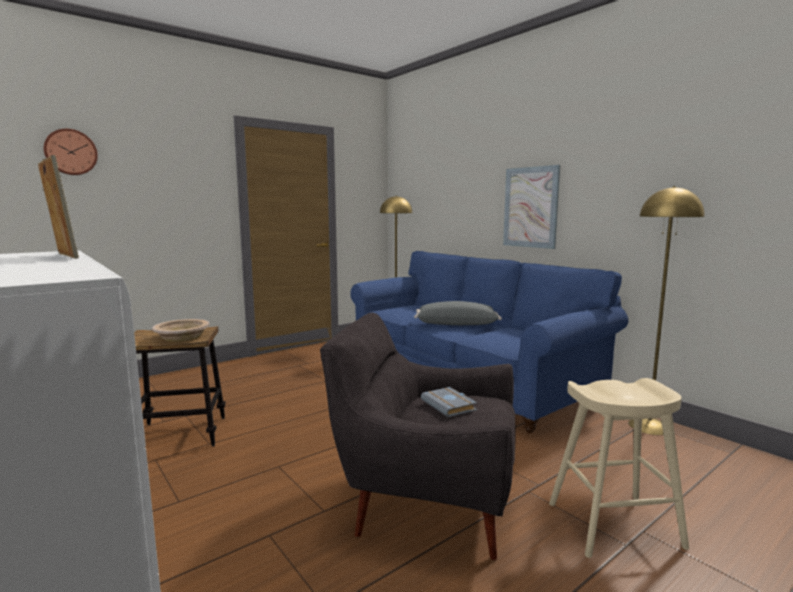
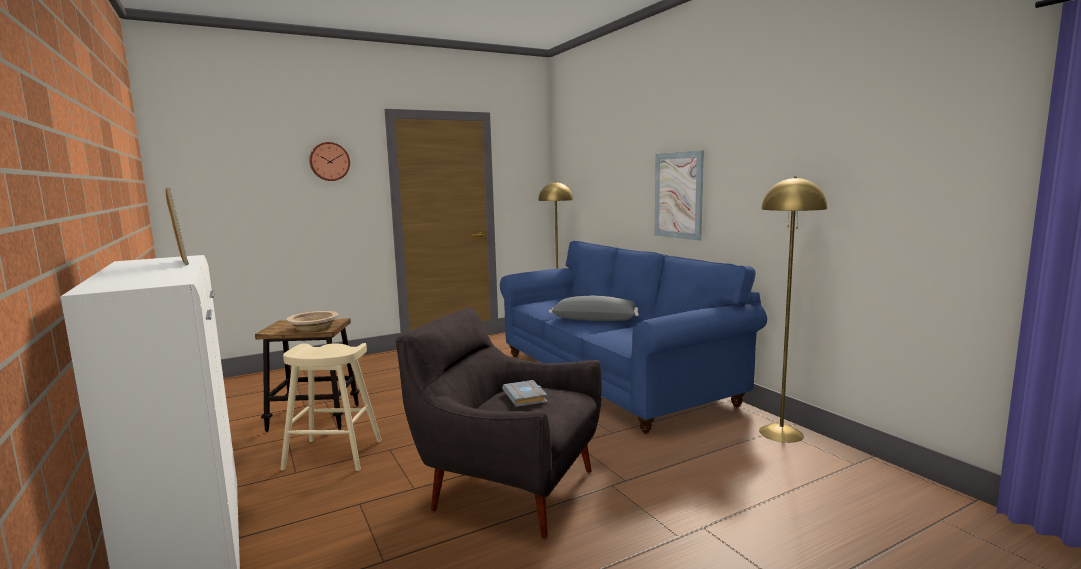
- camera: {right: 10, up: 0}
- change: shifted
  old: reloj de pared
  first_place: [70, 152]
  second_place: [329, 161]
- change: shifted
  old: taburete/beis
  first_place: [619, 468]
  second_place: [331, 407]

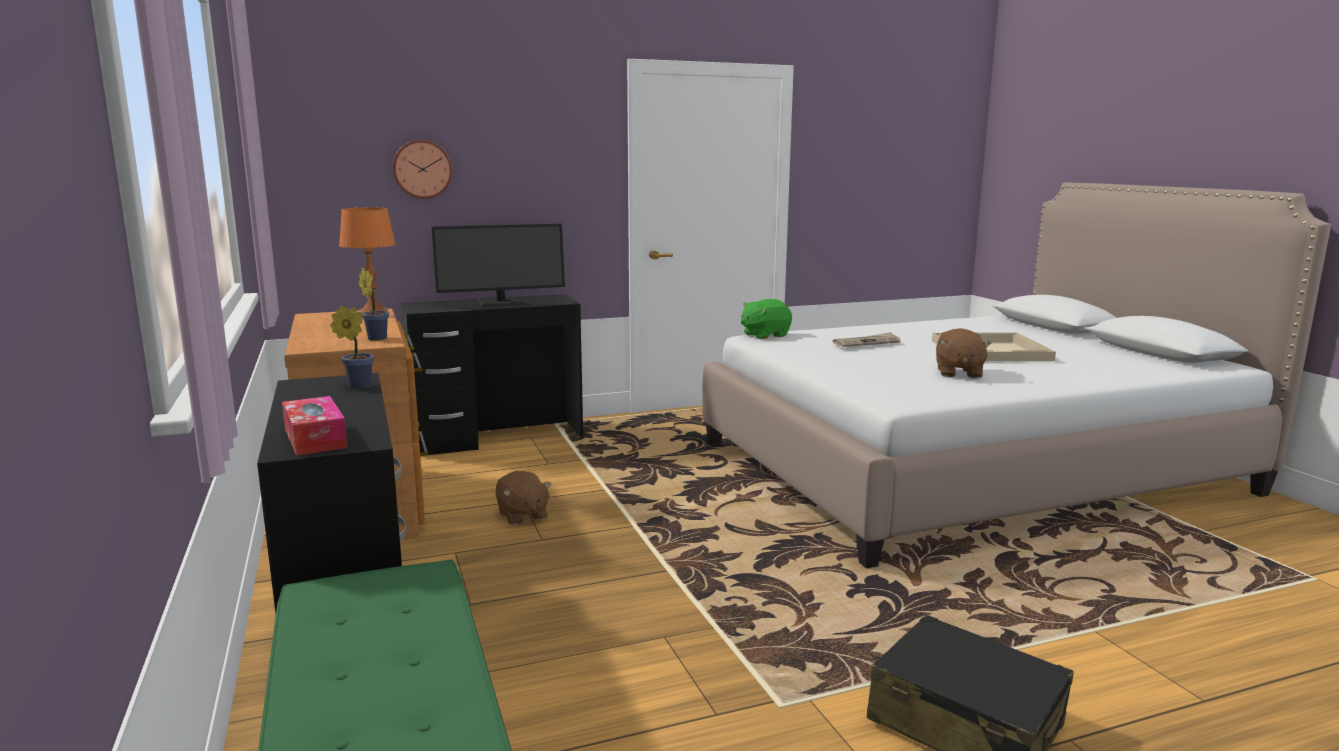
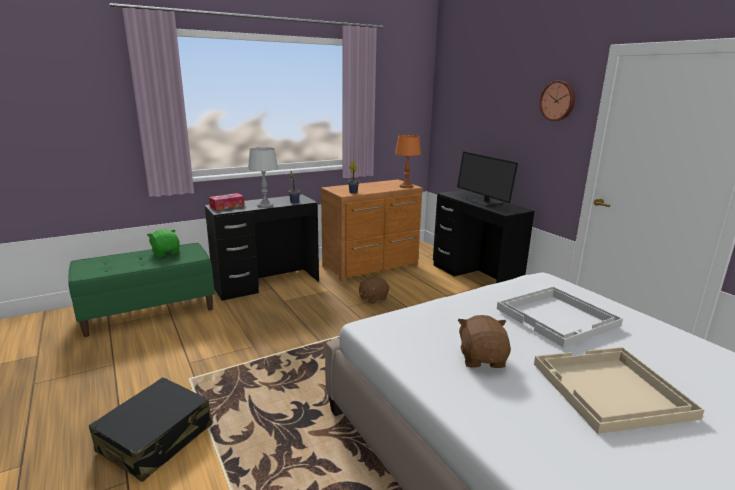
- camera: {right: 80, up: 5}
- change: shifted
  old: reloj de pared
  first_place: [422, 169]
  second_place: [557, 101]
- change: shifted
  old: peluche/verde
  first_place: [766, 319]
  second_place: [163, 243]
- change: swapped
  old: periódico
  new: bandeja/blanco
  first_place: [867, 339]
  second_place: [560, 317]
- change: rotated
  old: peluche/marrón
  first_place: [964, 353]
  second_place: [484, 341]
  degrees: 90
- change: new
  new: lámpara de mesa/gris
  second_place: [263, 177]

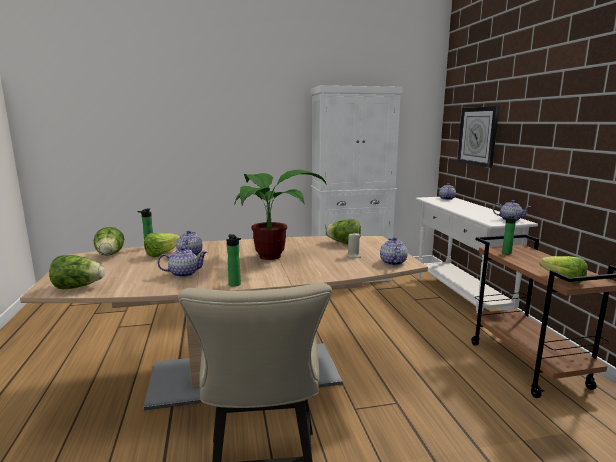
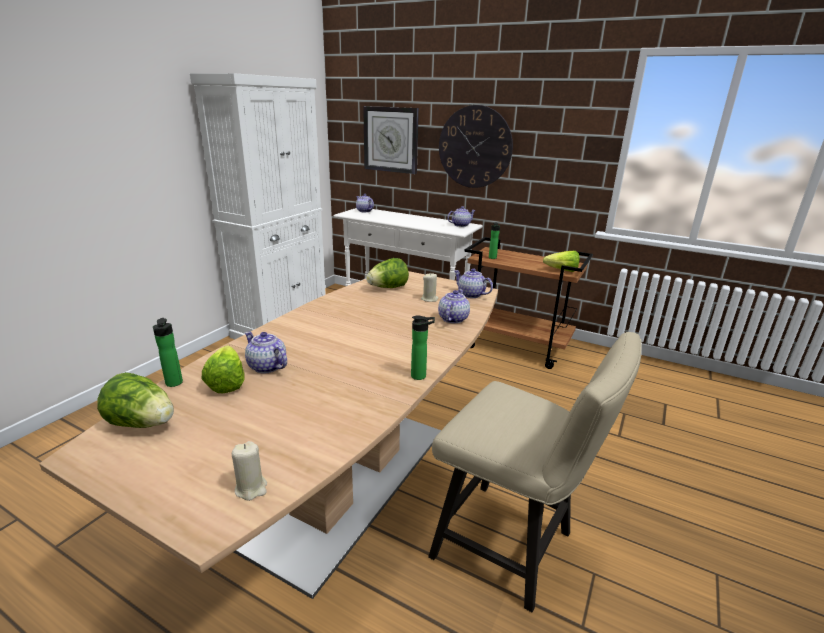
- camera: {right: -50, up: 10}
- change: swapped
  old: lechuga
  new: vela/beis
  first_place: [77, 272]
  second_place: [249, 471]
- change: shifted
  old: tetera
  first_place: [182, 262]
  second_place: [454, 306]
- change: gone
  old: planta en maceta
  first_place: [281, 215]
- change: new
  new: reloj de pared
  second_place: [476, 146]

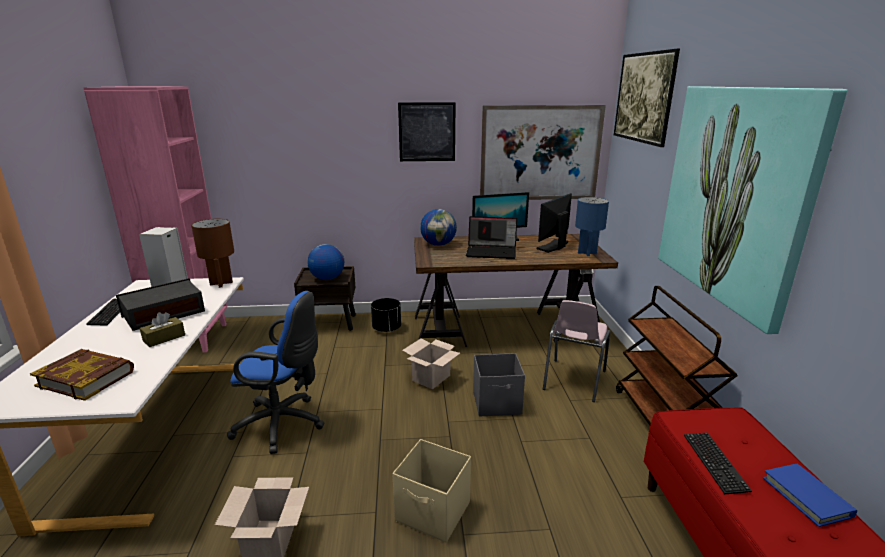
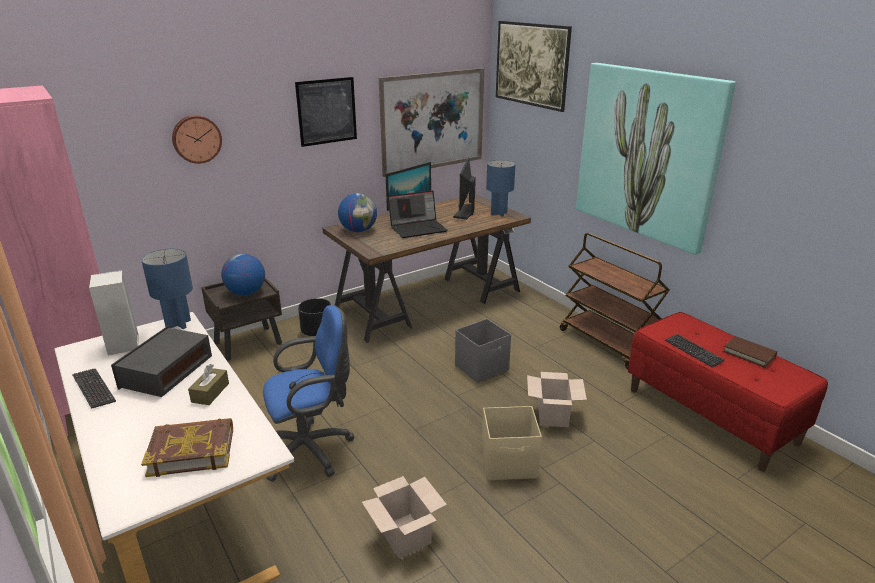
- camera: {right: -30, up: 5}
- change: repainted
  old: lámpara de mesa/marrón
  new: lámpara de mesa/azul
  first_place: [212, 253]
  second_place: [167, 289]
- change: shifted
  old: caja de cartón
  first_place: [431, 363]
  second_place: [557, 399]
- change: gone
  old: silla/rosa
  first_place: [576, 351]
- change: repainted
  old: libro/azul
  new: libro/marrón
  first_place: [810, 495]
  second_place: [750, 352]
- change: new
  new: reloj de pared
  second_place: [197, 139]

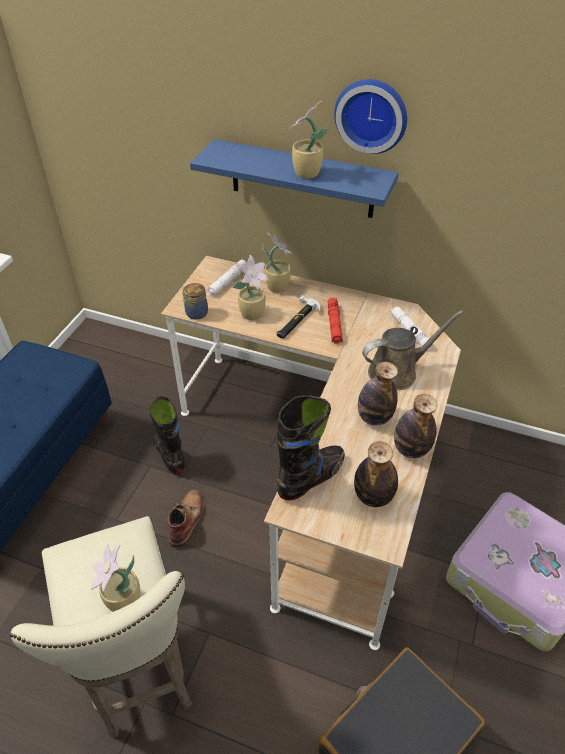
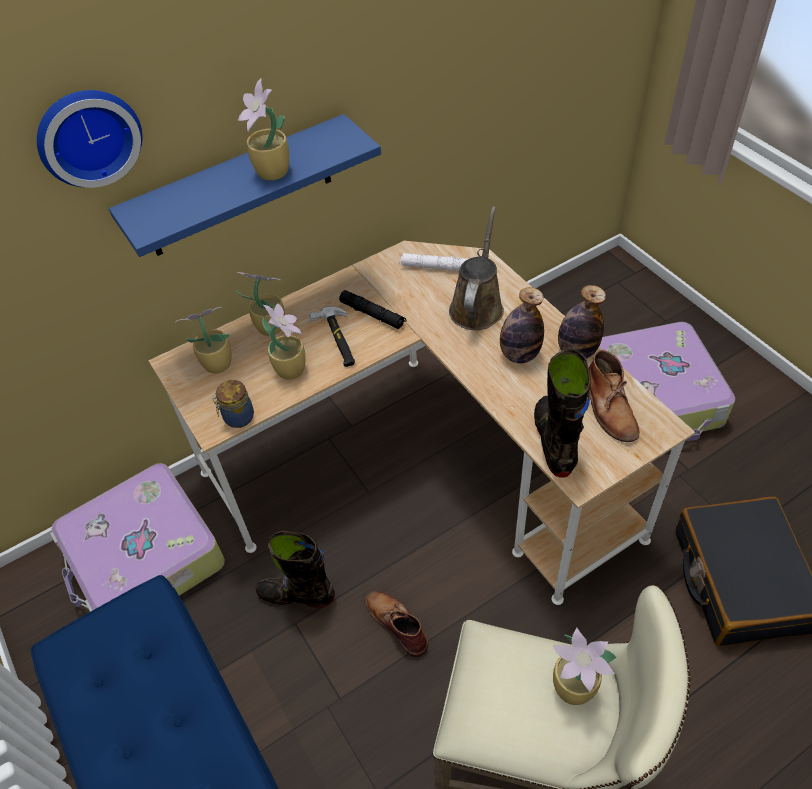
- camera: {right: -50, up: 5}
- change: swapped
  old: linterna/blanco
  new: planta en maceta
  first_place: [226, 278]
  second_place: [203, 340]
- change: repainted
  old: linterna/rojo
  new: linterna/negro
  first_place: [335, 320]
  second_place: [372, 309]
- change: shifted
  old: reloj de pared
  first_place: [370, 116]
  second_place: [89, 139]
- change: swapped
  old: botella
  new: bota/marrón
  first_place: [376, 474]
  second_place: [614, 396]
- change: new
  new: maleta
  second_place: [137, 537]

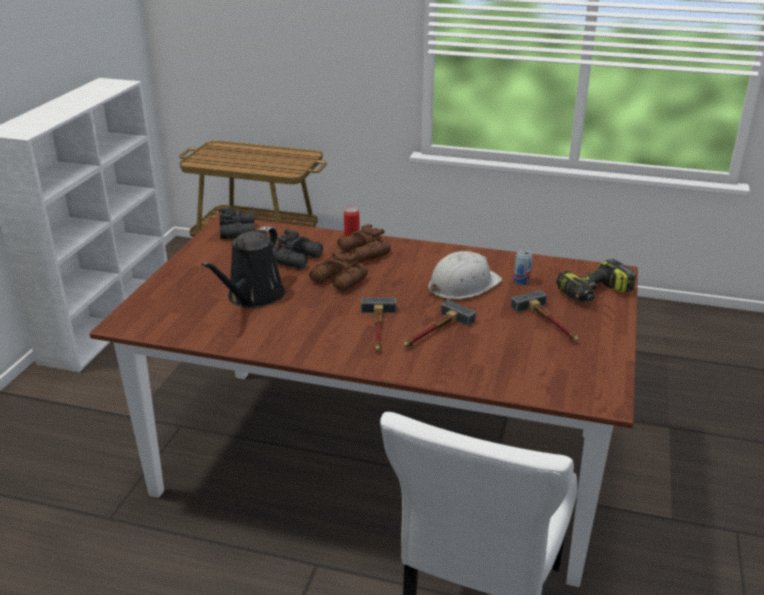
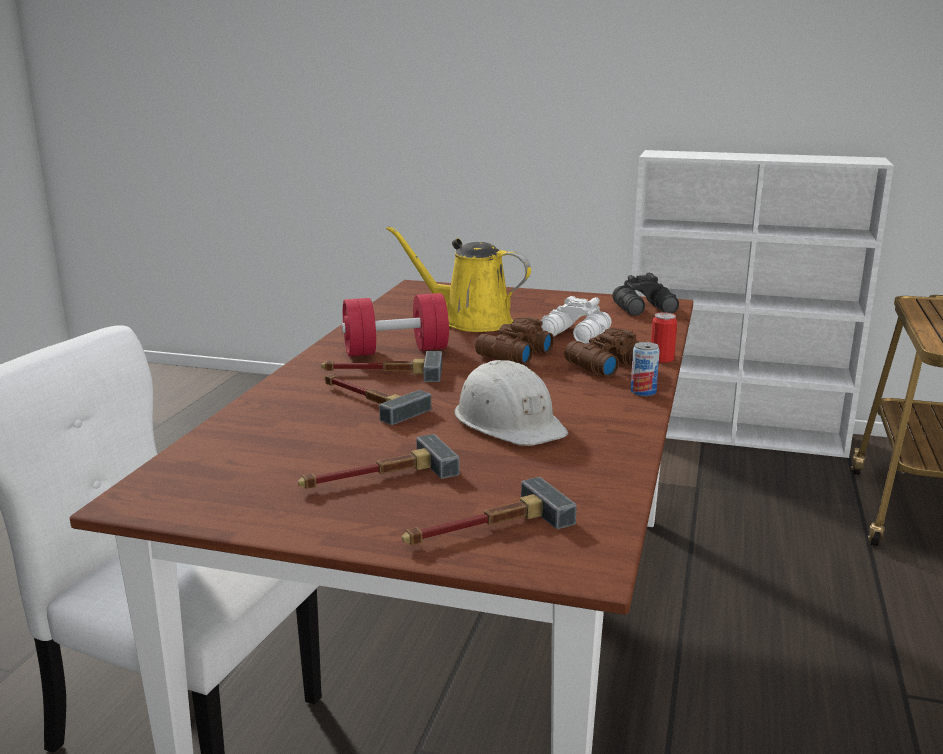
- camera: {right: 90, up: -10}
- change: repainted
  old: regadera/negro
  new: regadera/amarillo
  first_place: [243, 267]
  second_place: [458, 279]
- change: repainted
  old: prismáticos/negro
  new: prismáticos/blanco
  first_place: [298, 249]
  second_place: [576, 320]
- change: shifted
  old: lata
  first_place: [523, 267]
  second_place: [645, 369]
- change: swapped
  old: taladro
  new: martillo
  first_place: [596, 280]
  second_place: [489, 511]
- change: new
  new: mancuerna/rojo
  second_place: [395, 325]

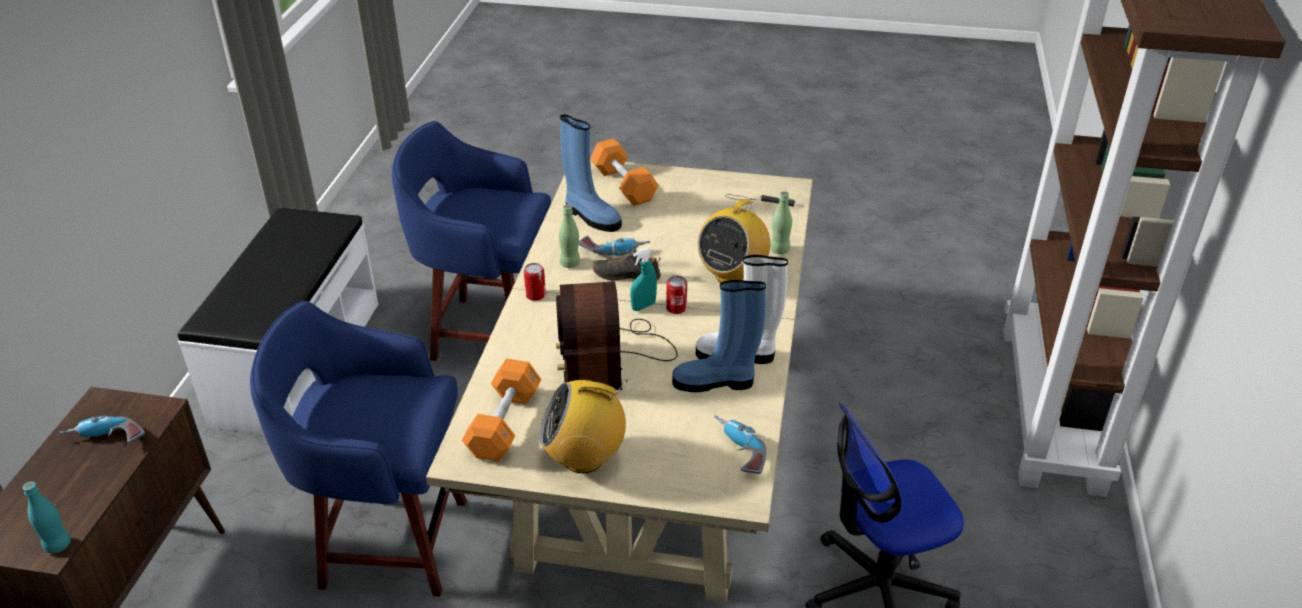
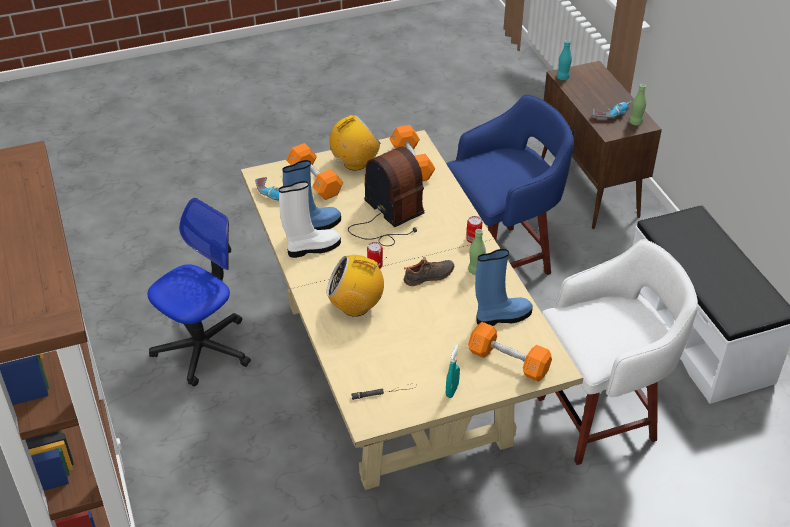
- camera: {right: 150, up: 5}
- change: repainted
  old: taburete/azul
  new: taburete/blanco
  first_place: [471, 241]
  second_place: [617, 352]
- change: rotated
  old: bota/azul
  first_place: [591, 173]
  second_place: [504, 287]
  degrees: 150
- change: gone
  old: taladro
  first_place: [614, 246]
- change: shifted
  old: pulverizador/turquesa
  first_place: [643, 279]
  second_place: [453, 371]
- change: rotated
  old: radio
  first_place: [734, 239]
  second_place: [356, 286]
  degrees: -90
- change: shifted
  old: botella/verde
  first_place: [781, 222]
  second_place: [637, 105]
- change: new
  new: mancuerna/naranja
  second_place: [314, 171]

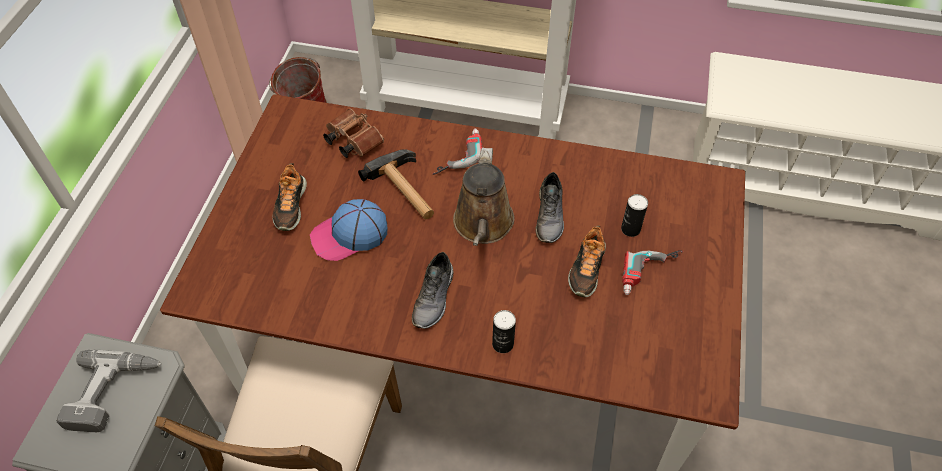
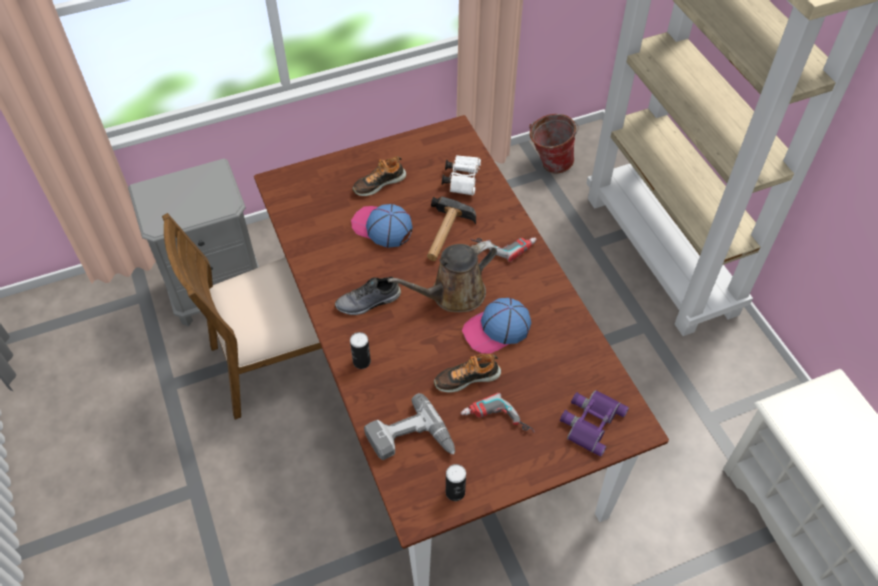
- camera: {right: 55, up: 0}
- change: shifted
  old: taladro
  first_place: [109, 391]
  second_place: [409, 426]
- change: repainted
  old: prismáticos/marrón
  new: prismáticos/blanco
  first_place: [353, 133]
  second_place: [461, 175]
- change: swapped
  old: zapato/gris
  new: gorra
  first_place: [549, 207]
  second_place: [496, 326]
- change: shifted
  old: lata
  first_place: [634, 215]
  second_place: [456, 482]
- change: new
  new: prismáticos/morado
  second_place: [594, 423]

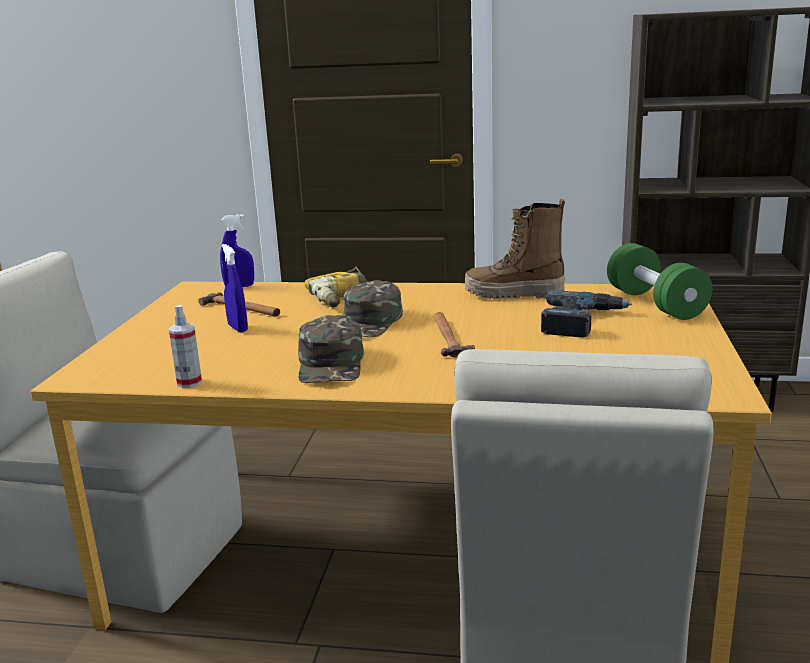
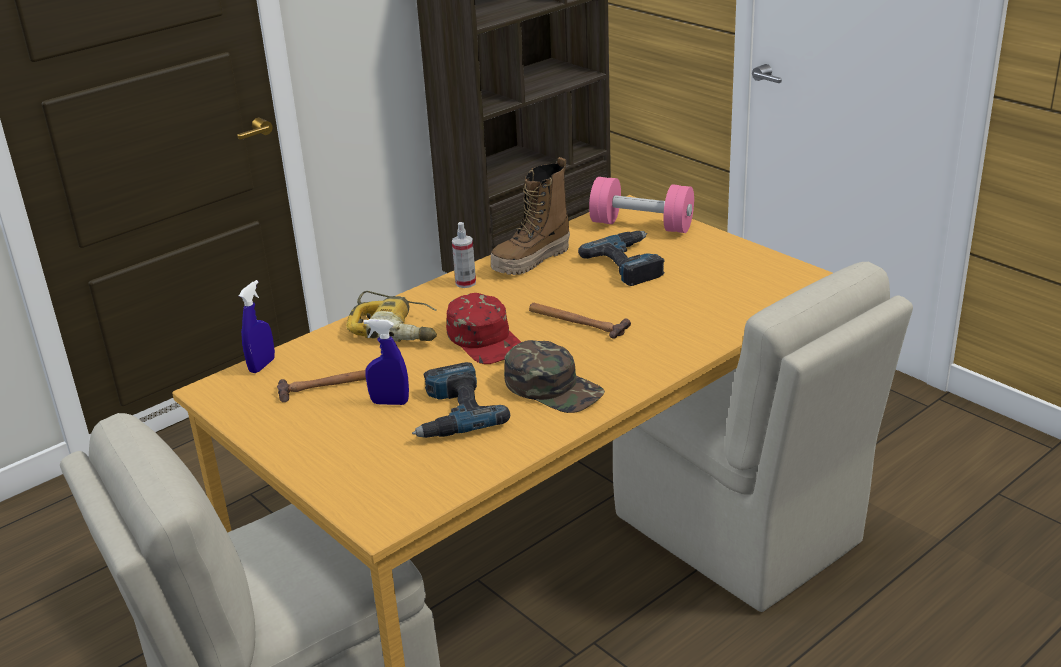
- camera: {right: -50, up: 10}
- change: shifted
  old: pulverizador
  first_place: [185, 346]
  second_place: [464, 255]
- change: repainted
  old: gorra/verde
  new: gorra/rojo
  first_place: [373, 308]
  second_place: [483, 328]
- change: repainted
  old: mancuerna/verde
  new: mancuerna/rosa
  first_place: [659, 281]
  second_place: [641, 205]
- change: new
  new: taladro
  second_place: [461, 400]

